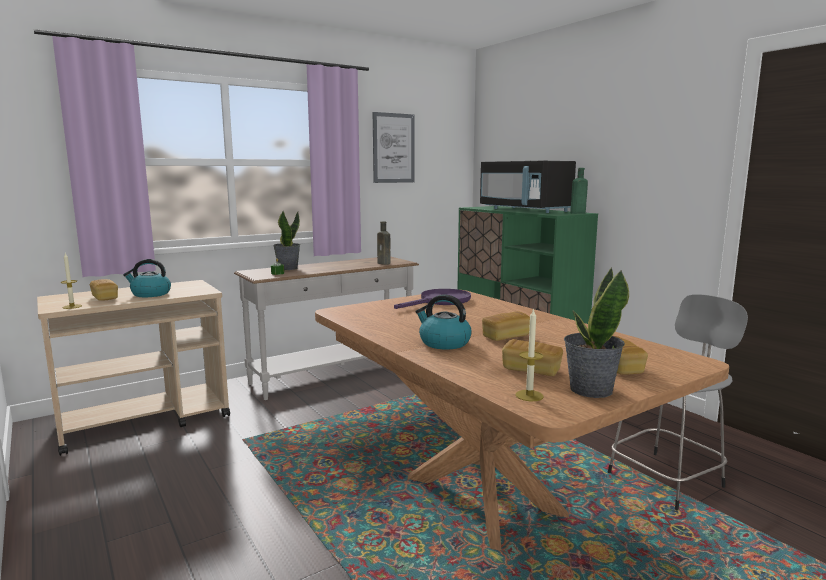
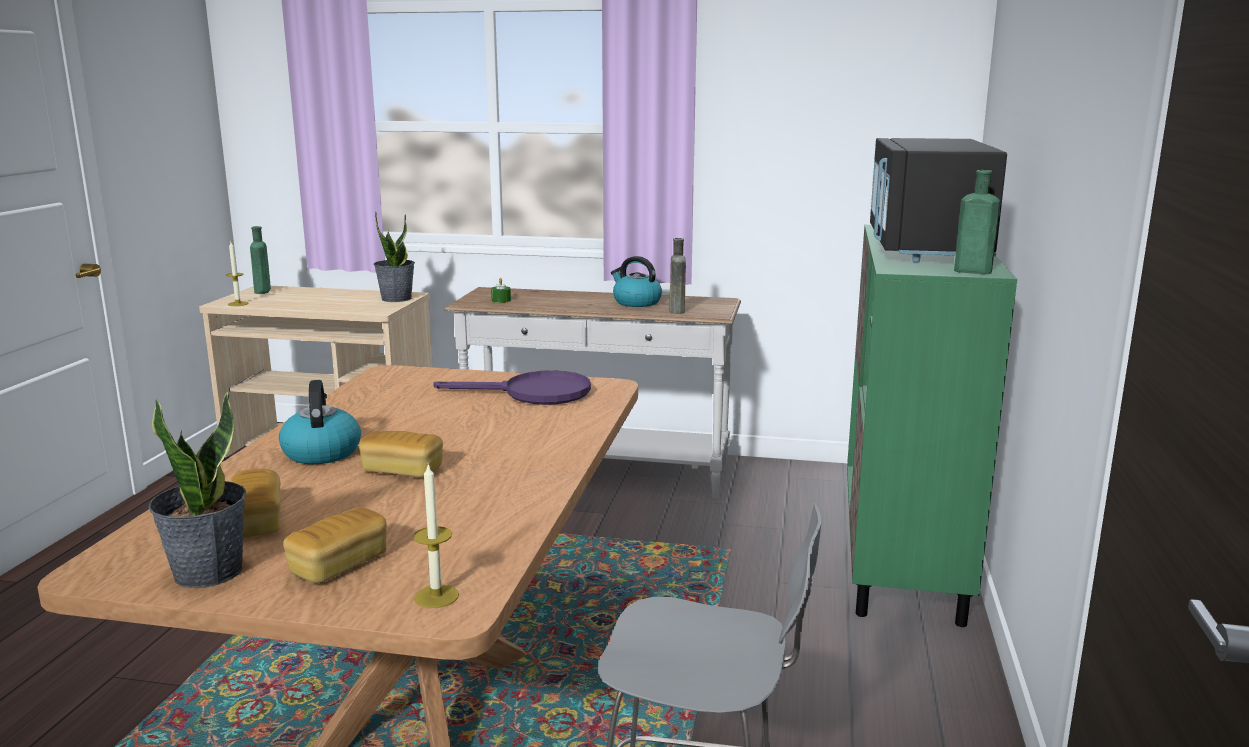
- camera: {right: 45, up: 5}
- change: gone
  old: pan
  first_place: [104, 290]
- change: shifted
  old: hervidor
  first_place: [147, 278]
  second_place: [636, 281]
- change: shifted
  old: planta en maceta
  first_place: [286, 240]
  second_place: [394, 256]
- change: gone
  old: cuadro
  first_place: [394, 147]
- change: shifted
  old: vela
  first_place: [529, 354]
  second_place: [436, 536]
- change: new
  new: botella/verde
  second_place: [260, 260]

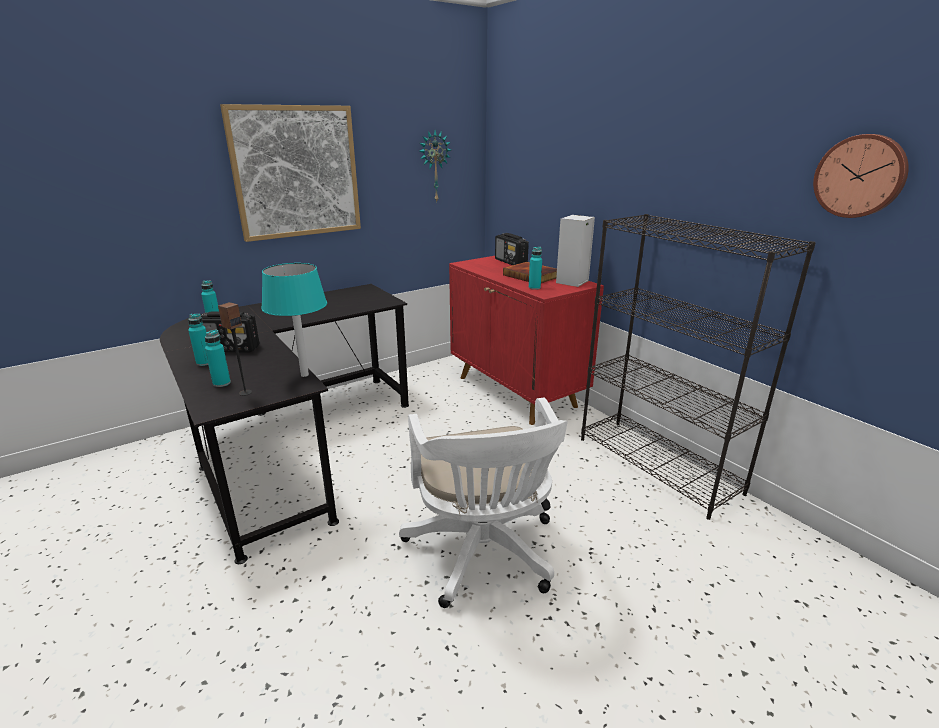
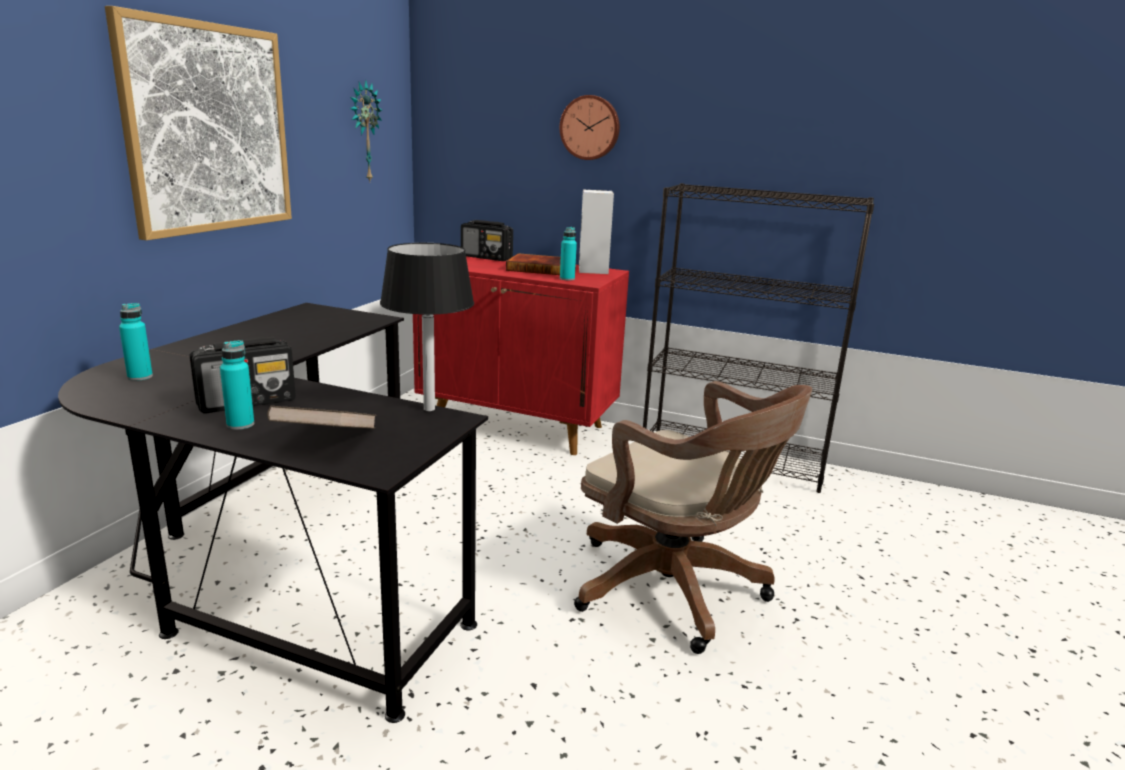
- camera: {right: -35, up: -5}
- change: swapped
  old: botella/turquesa
  new: libro/marrón
  first_place: [218, 358]
  second_place: [322, 417]
- change: gone
  old: altavoz
  first_place: [235, 349]
- change: repainted
  old: lámpara de mesa/turquesa
  new: lámpara de mesa/negro
  first_place: [294, 320]
  second_place: [427, 327]
- change: repainted
  old: silla de oficina/blanco
  new: silla de oficina/marrón
  first_place: [483, 503]
  second_place: [693, 517]
- change: shifted
  old: reloj de pared
  first_place: [861, 176]
  second_place: [590, 127]

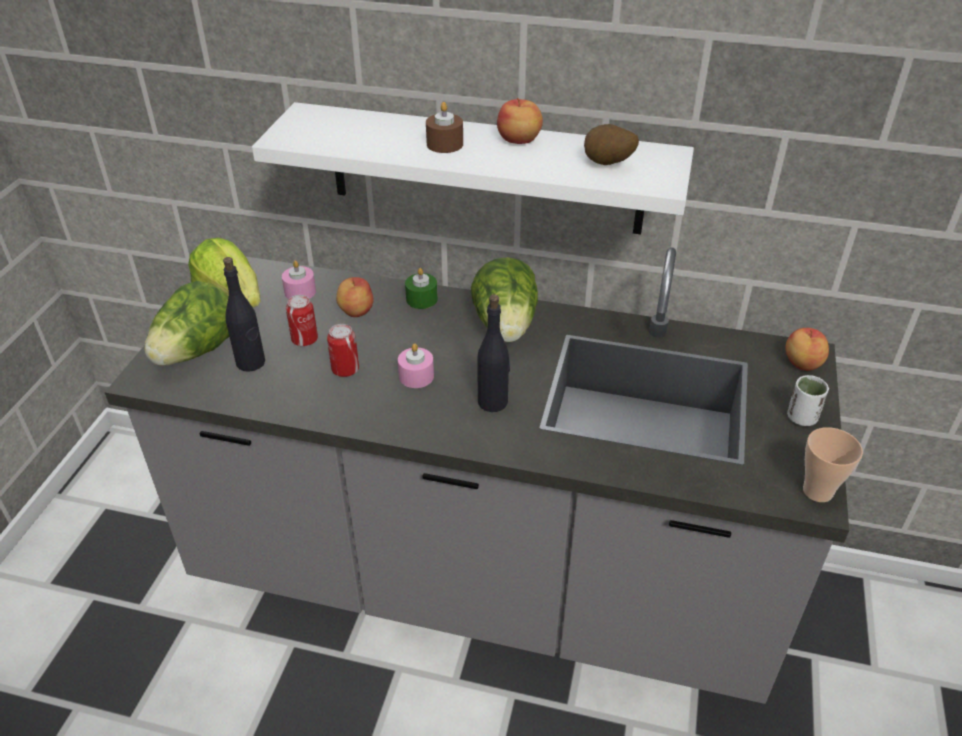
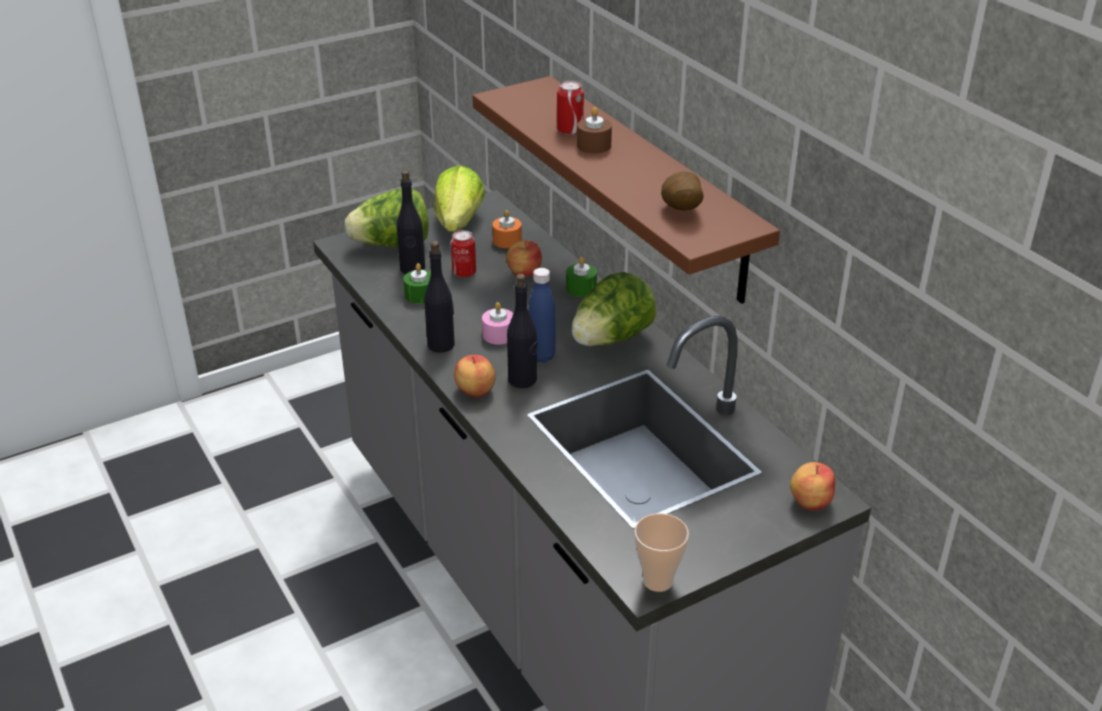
- camera: {right: 45, up: -5}
- change: repainted
  old: estante/blanco
  new: estante/marrón
  first_place: [473, 168]
  second_place: [626, 190]
- change: repainted
  old: vela/rosa
  new: vela/naranja
  first_place: [299, 280]
  second_place: [507, 229]
- change: shifted
  old: lata
  first_place: [343, 350]
  second_place: [570, 108]
- change: shifted
  old: manzana
  first_place: [520, 121]
  second_place: [475, 376]
- change: gone
  old: taza/blanco
  first_place: [808, 400]
- change: new
  new: vela/verde
  second_place: [417, 283]
- change: new
  new: botella/negro
  second_place: [439, 297]
- change: new
  new: botella/azul
  second_place: [542, 315]

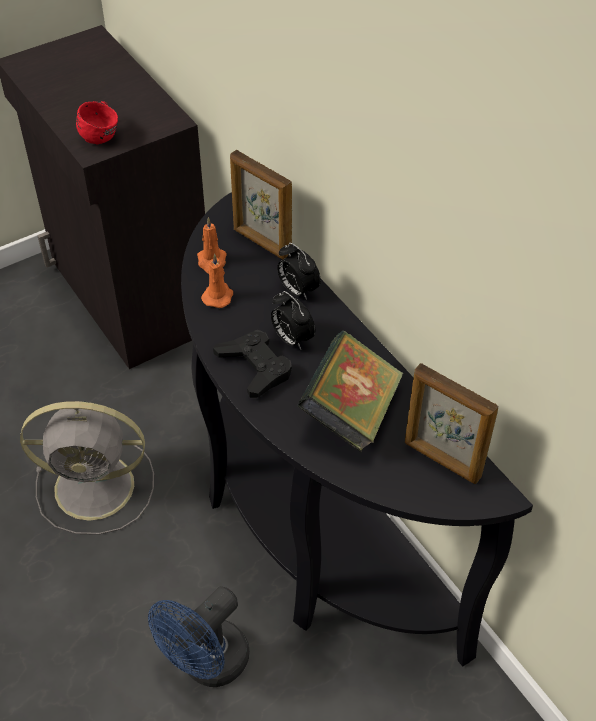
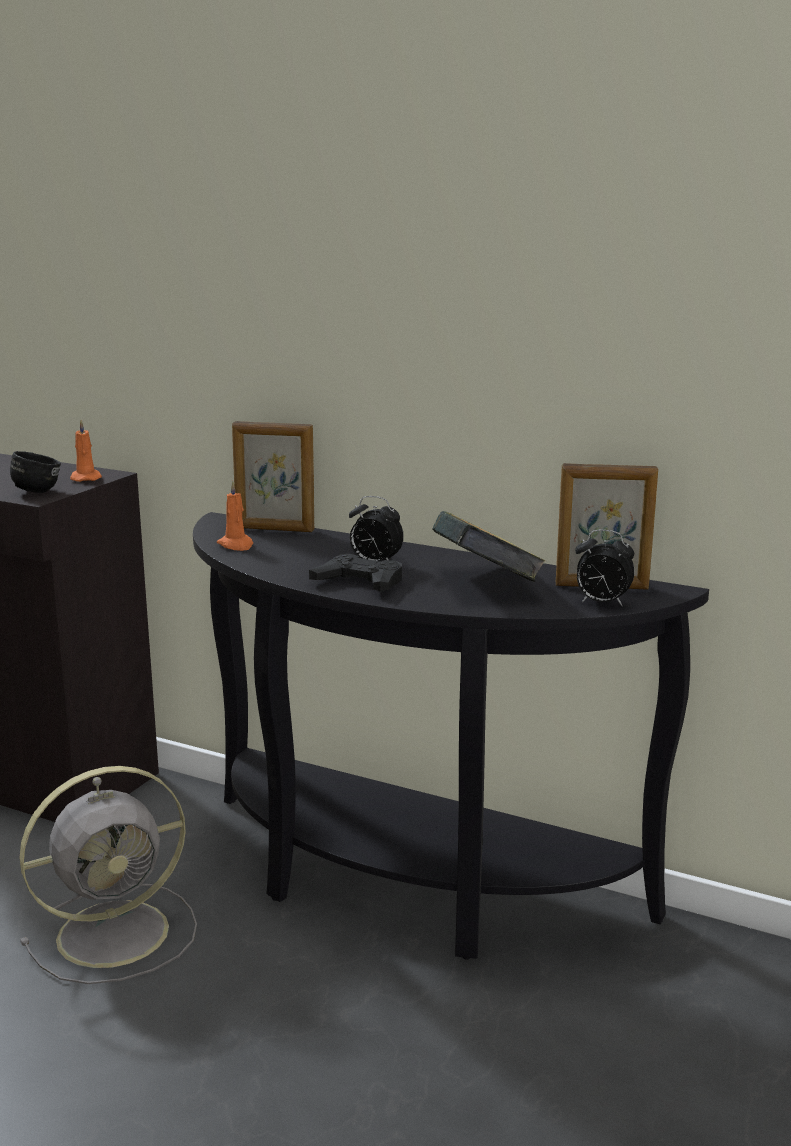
- camera: {right: -30, up: -30}
- change: repainted
  old: taza grande/rojo
  new: taza grande/negro
  first_place: [97, 123]
  second_place: [35, 472]
- change: gone
  old: ventilador/azul
  first_place: [199, 636]
- change: shifted
  old: vela/naranja
  first_place: [217, 280]
  second_place: [86, 451]
- change: shifted
  old: despertador
  first_place: [299, 271]
  second_place: [605, 567]

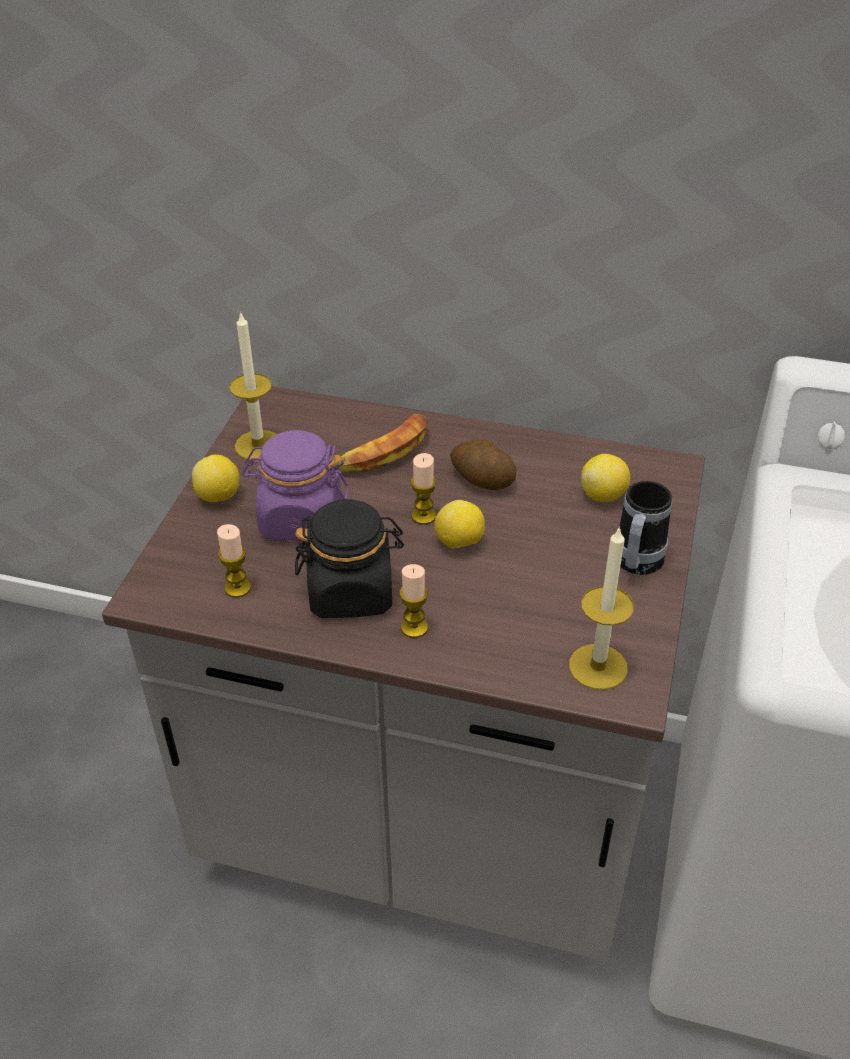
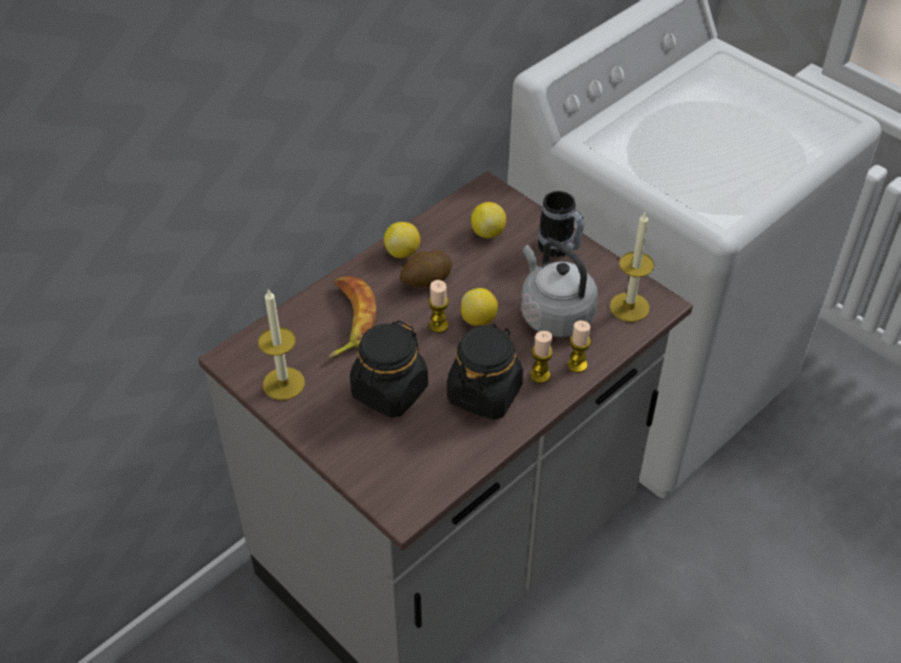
- camera: {right: -60, up: 5}
- change: shifted
  old: limón
  first_place: [216, 478]
  second_place: [402, 240]
- change: shifted
  old: vela
  first_place: [234, 561]
  second_place: [579, 346]
- change: repainted
  old: tarro/morado
  new: tarro/negro
  first_place: [295, 485]
  second_place: [389, 369]
- change: new
  new: hervidor/gris
  second_place: [559, 288]

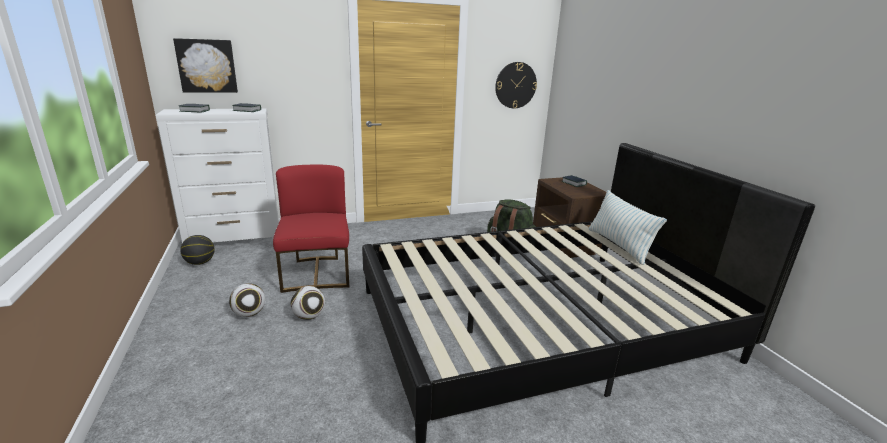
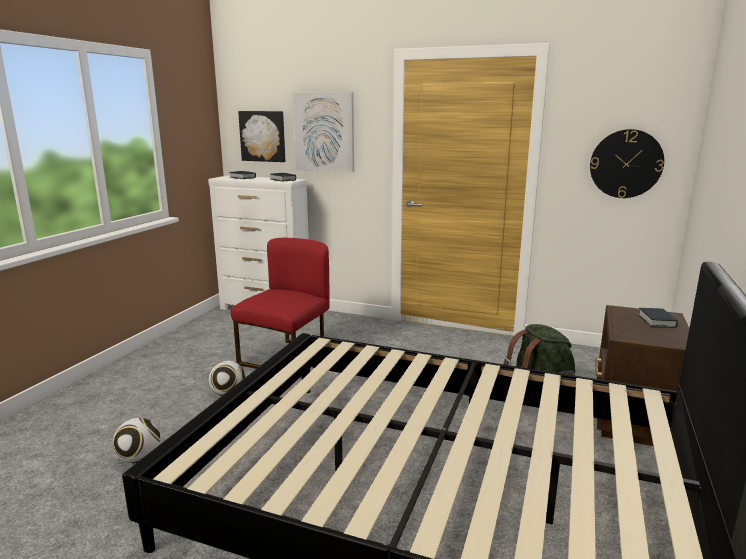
- camera: {right: 40, up: -5}
- change: gone
  old: balón de baloncesto
  first_place: [197, 250]
- change: shifted
  old: balón de fútbol
  first_place: [247, 300]
  second_place: [136, 440]
- change: gone
  old: cojín
  first_place: [628, 227]
- change: new
  new: cuadro
  second_place: [323, 132]

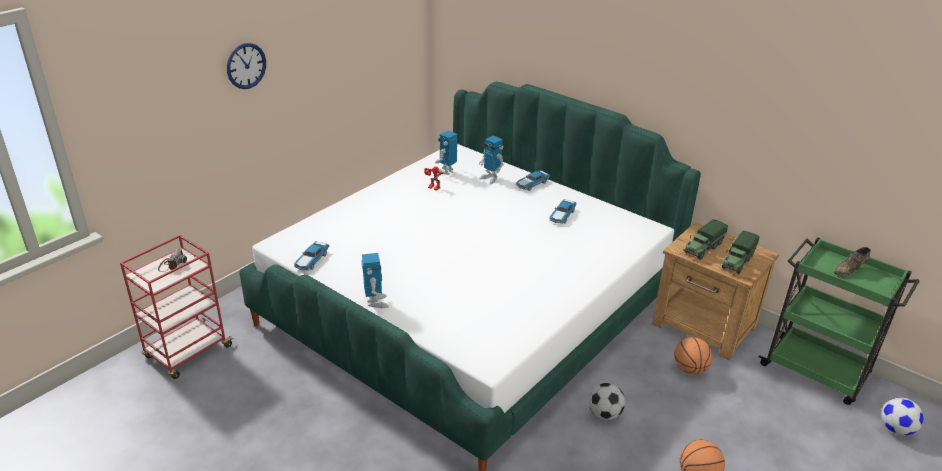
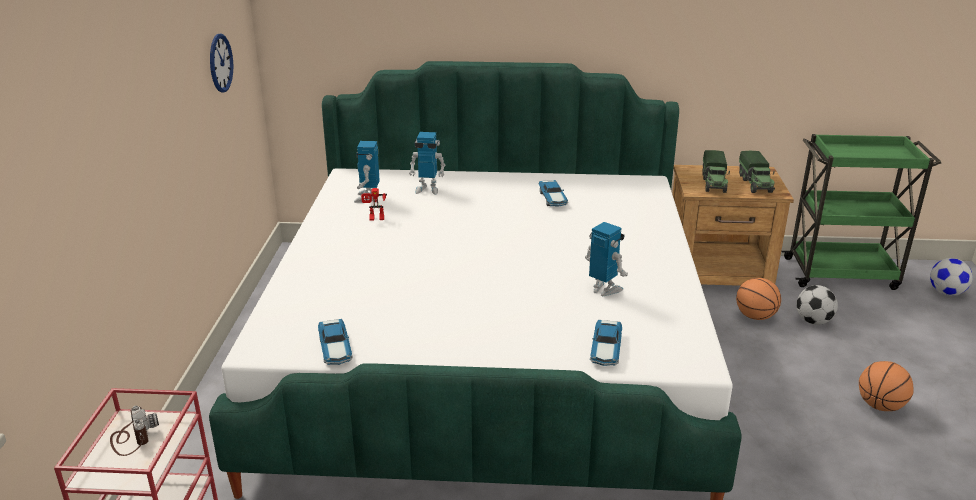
- camera: {right: -35, up: -5}
- change: shifted
  old: reloj de pared
  first_place: [246, 66]
  second_place: [221, 63]
- change: shifted
  old: robot de juguete
  first_place: [375, 280]
  second_place: [606, 259]
- change: shifted
  old: coche de juguete
  first_place: [533, 180]
  second_place: [606, 343]
- change: shifted
  old: balón de fútbol
  first_place: [607, 401]
  second_place: [817, 305]
- change: gone
  old: zapato/marrón
  first_place: [852, 261]

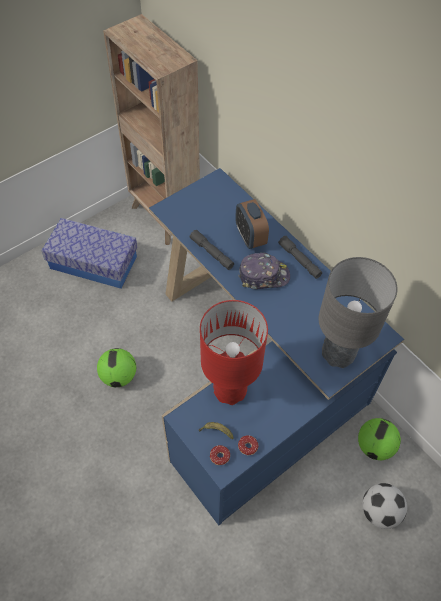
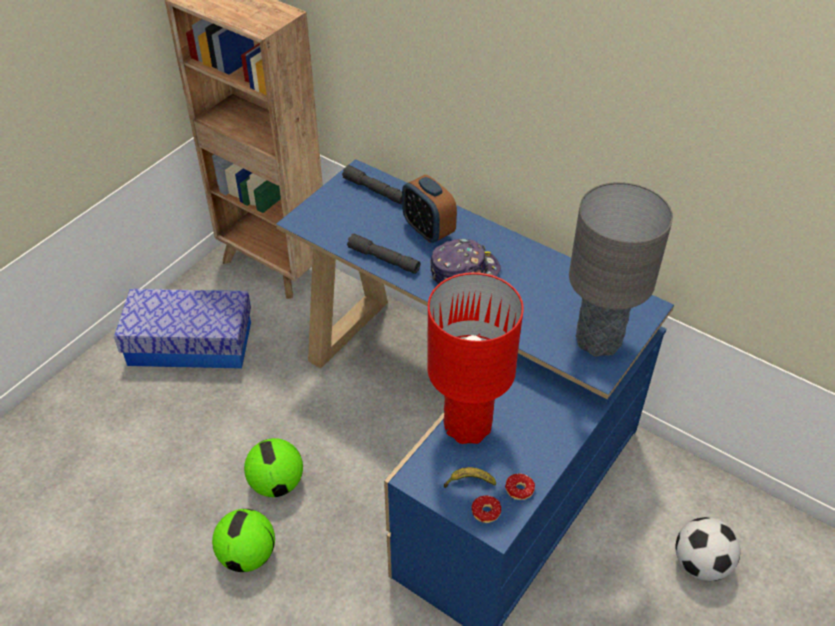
- camera: {right: -15, up: -10}
- change: shifted
  old: linterna/gris
  first_place: [300, 257]
  second_place: [372, 184]
- change: shifted
  old: balón de fútbol
  first_place: [379, 439]
  second_place: [243, 540]

